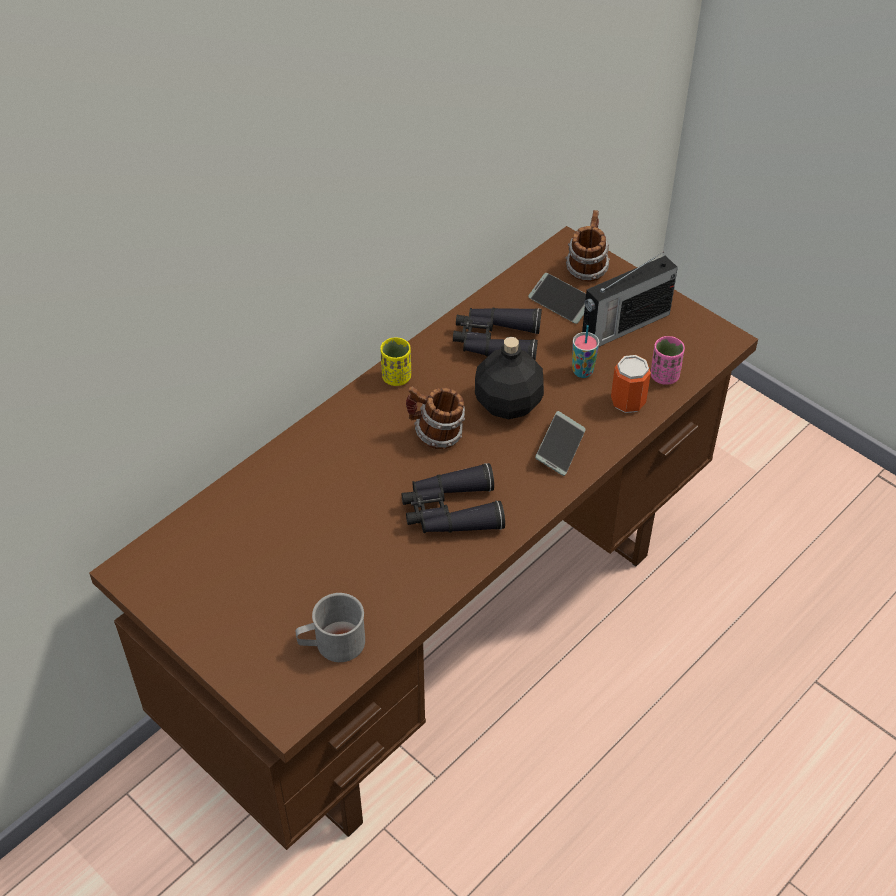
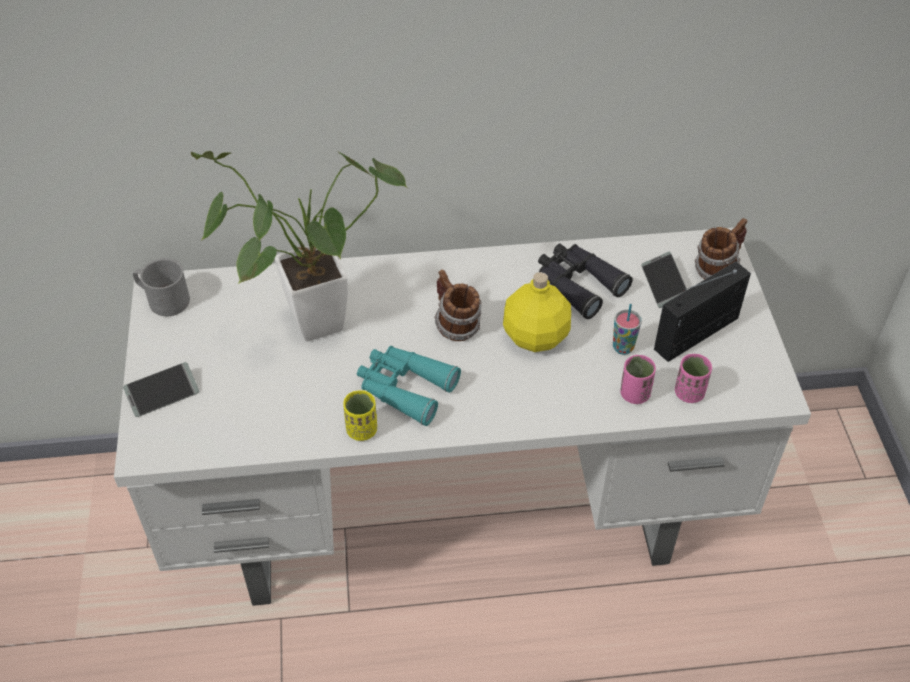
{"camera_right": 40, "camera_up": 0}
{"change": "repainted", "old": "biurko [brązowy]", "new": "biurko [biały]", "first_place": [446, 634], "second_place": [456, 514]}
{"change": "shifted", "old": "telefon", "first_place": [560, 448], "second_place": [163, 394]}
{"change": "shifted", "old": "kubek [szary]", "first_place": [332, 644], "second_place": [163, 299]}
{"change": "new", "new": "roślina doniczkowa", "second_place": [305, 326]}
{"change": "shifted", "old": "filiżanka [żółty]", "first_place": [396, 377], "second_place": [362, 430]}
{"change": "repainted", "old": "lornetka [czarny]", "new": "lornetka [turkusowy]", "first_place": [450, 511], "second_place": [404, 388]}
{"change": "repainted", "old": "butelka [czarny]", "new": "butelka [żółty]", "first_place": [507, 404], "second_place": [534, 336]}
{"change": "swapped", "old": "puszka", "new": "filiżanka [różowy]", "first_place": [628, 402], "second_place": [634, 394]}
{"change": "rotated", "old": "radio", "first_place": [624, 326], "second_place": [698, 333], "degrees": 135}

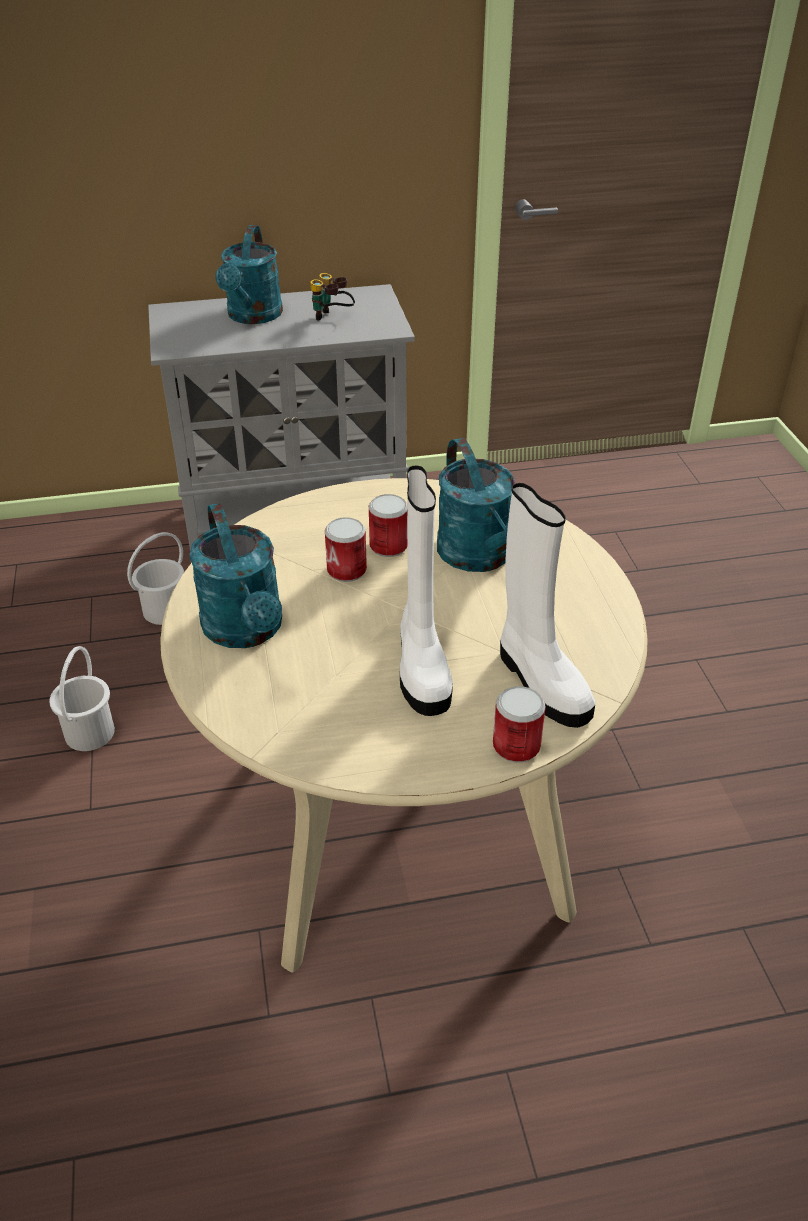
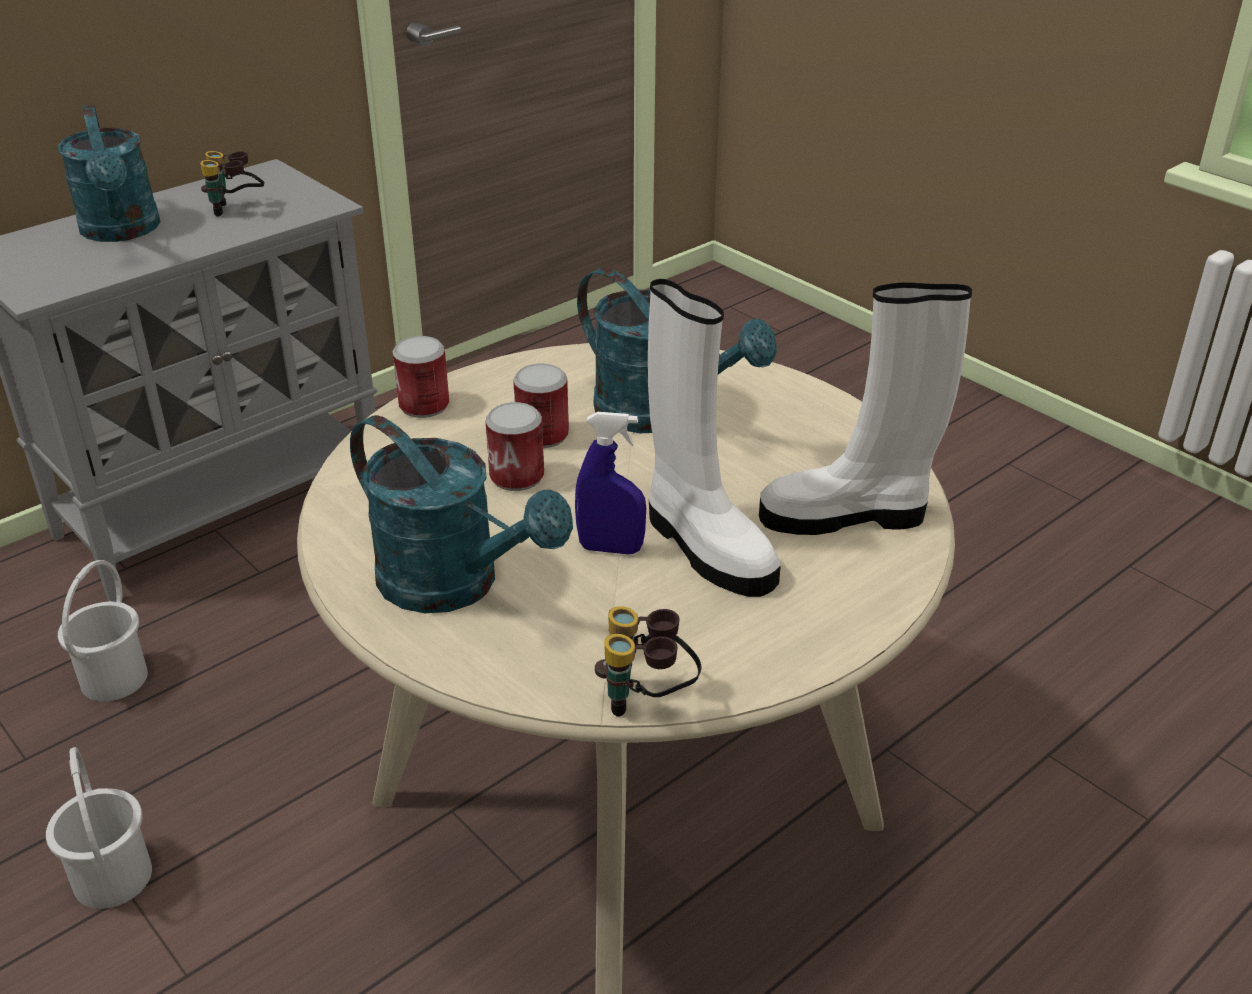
{"camera_right": -30, "camera_up": -5}
{"change": "shifted", "old": "puszka", "first_place": [516, 746], "second_place": [424, 405]}
{"change": "new", "new": "spryskiwacz [niebieski]", "second_place": [610, 548]}
{"change": "new", "new": "lornetka", "second_place": [647, 701]}
{"change": "rotated", "old": "but z cholewką [biały]", "first_place": [540, 681], "second_place": [847, 516], "degrees": 150}

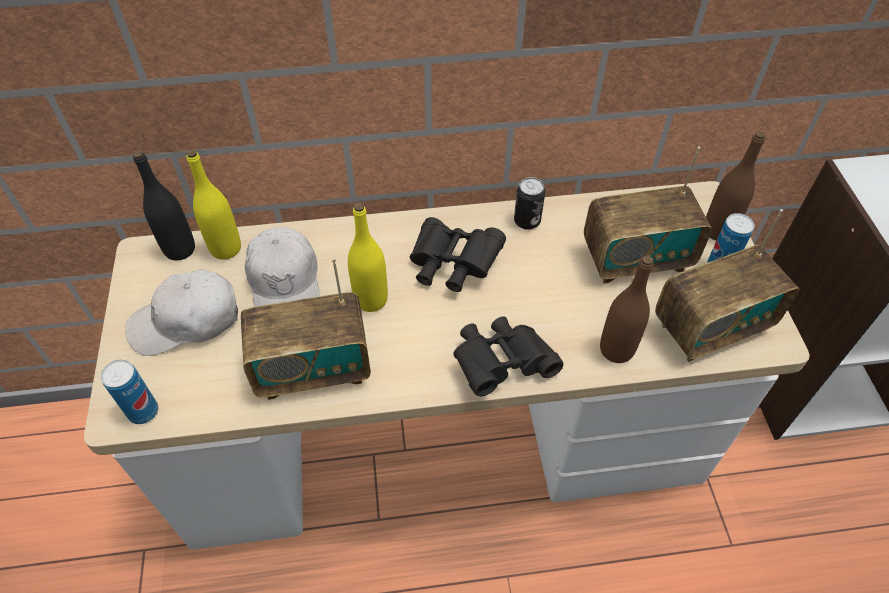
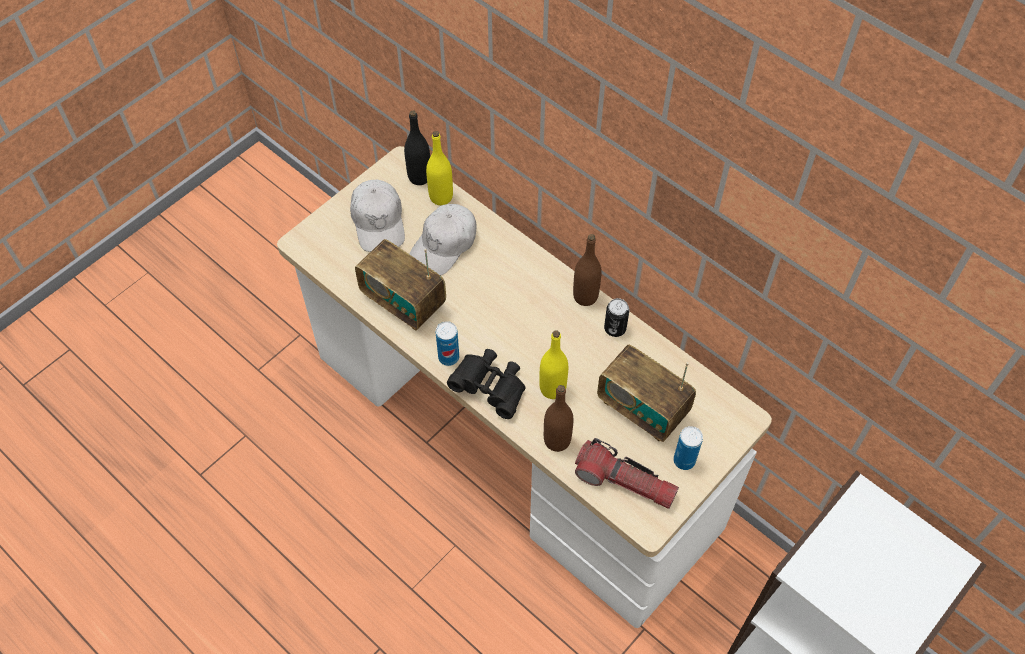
{"camera_right": 50, "camera_up": 5}
{"change": "rotated", "old": "czapka z daszkiem [biały]", "first_place": [187, 321], "second_place": [378, 222], "degrees": -135}
{"change": "shifted", "old": "puszka", "first_place": [143, 411], "second_place": [448, 357]}
{"change": "shifted", "old": "butelka [żółty]", "first_place": [371, 300], "second_place": [552, 388]}
{"change": "shifted", "old": "butelka [brązowy]", "first_place": [718, 231], "second_place": [585, 296]}
{"change": "swapped", "old": "radio", "new": "latarka", "first_place": [710, 327], "second_place": [625, 482]}
{"change": "gone", "old": "lornetka [czarny]", "first_place": [452, 266]}

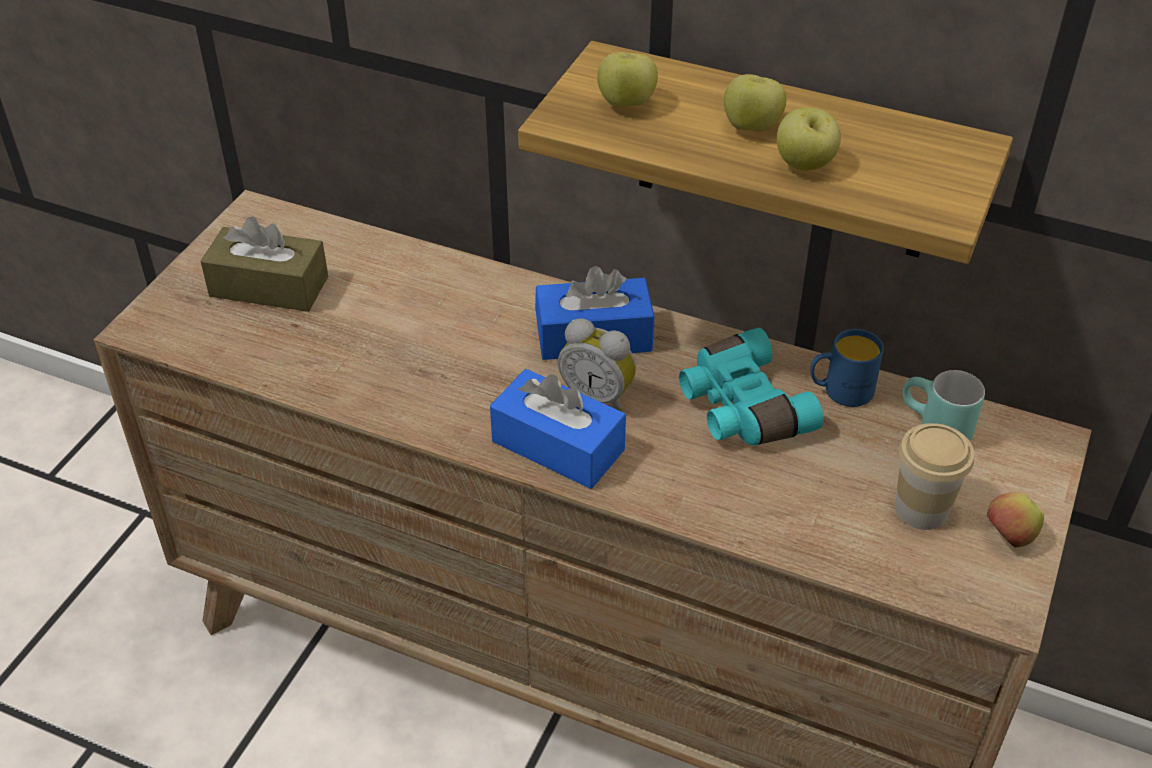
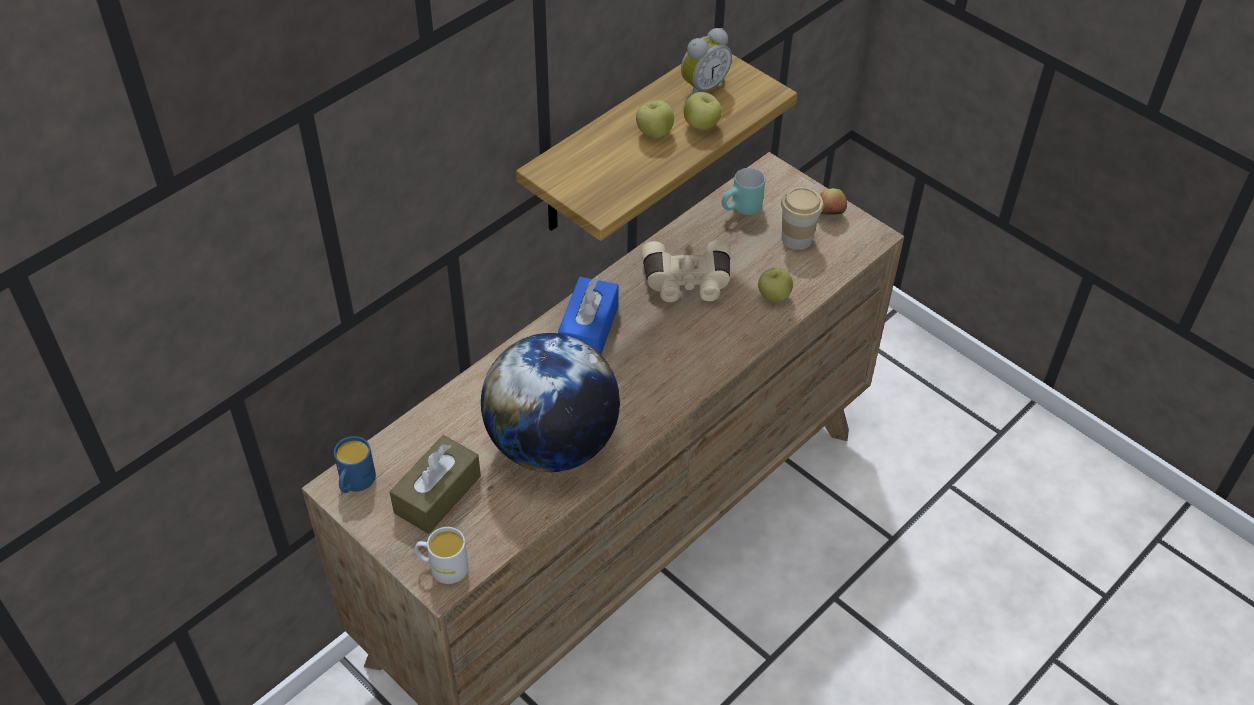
{"camera_right": -70, "camera_up": 5}
{"change": "shifted", "old": "kubek [niebieski]", "first_place": [840, 391], "second_place": [355, 483]}
{"change": "new", "new": "kubek [biały]", "second_place": [442, 567]}
{"change": "new", "new": "globus", "second_place": [552, 444]}
{"change": "repainted", "old": "lornetka [turkusowy]", "new": "lornetka [beżowy]", "first_place": [740, 408], "second_place": [686, 283]}
{"change": "shifted", "old": "budzik", "first_place": [598, 395], "second_place": [702, 87]}
{"change": "shifted", "old": "jabłko", "first_place": [626, 103], "second_place": [773, 296]}
{"change": "gone", "old": "pudełko chusteczek [niebieski]", "first_place": [558, 445]}

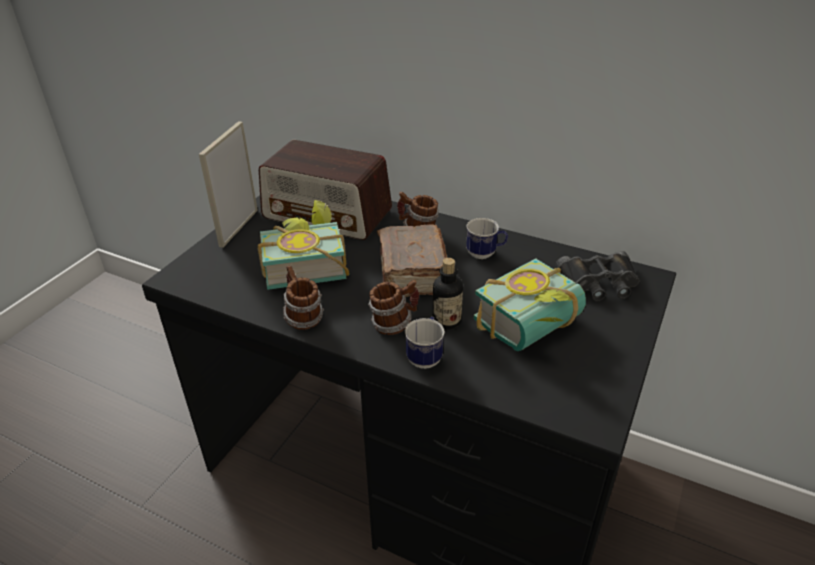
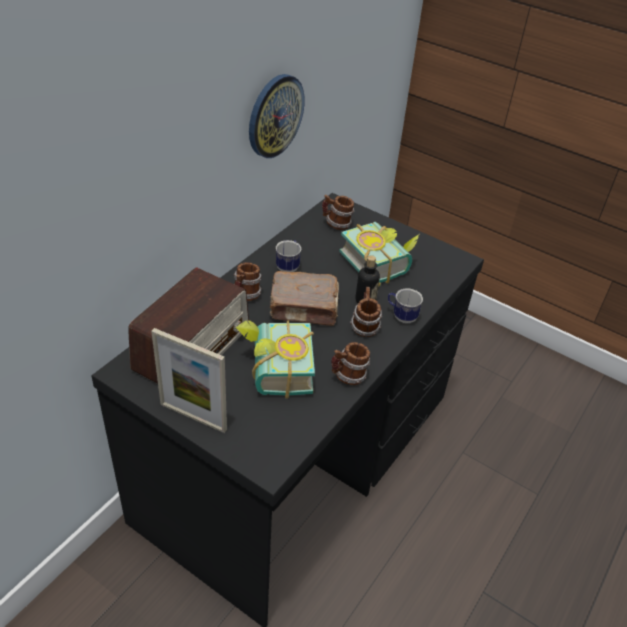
{"camera_right": -85, "camera_up": 5}
{"change": "new", "new": "zegar ścienny", "second_place": [275, 116]}
{"change": "swapped", "old": "lornetka [czarny]", "new": "kubek", "first_place": [599, 282], "second_place": [336, 224]}

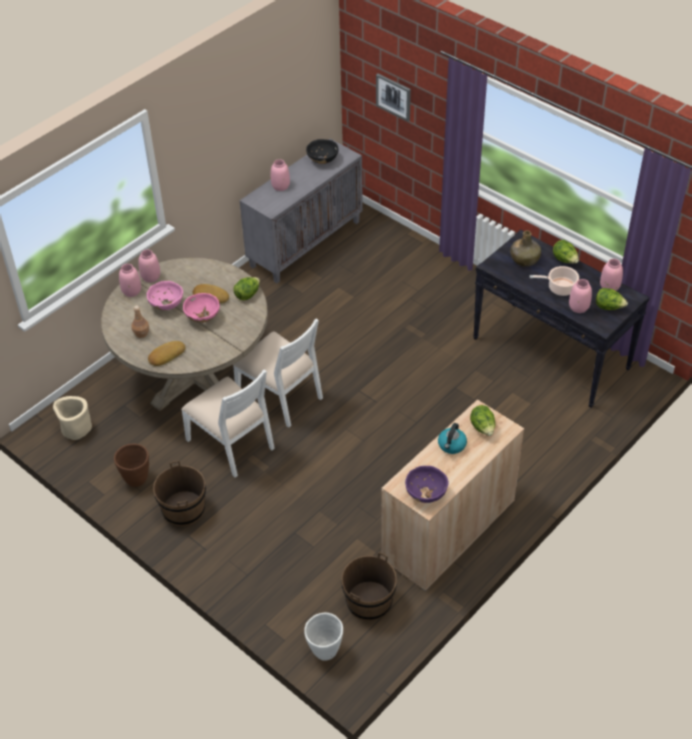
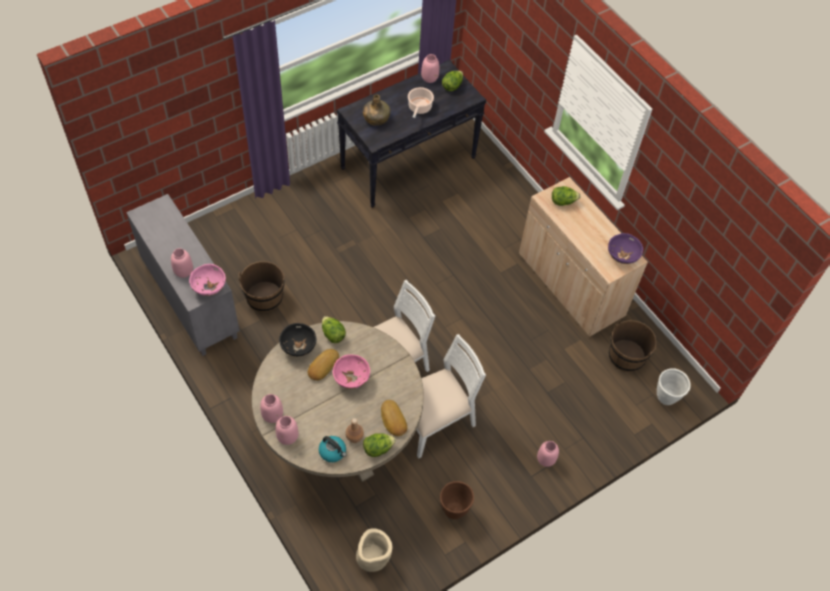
{"camera_right": -80, "camera_up": 10}
{"change": "shifted", "old": "miska [różowy]", "first_place": [166, 305], "second_place": [209, 288]}
{"change": "shifted", "old": "wiadro [brązowy]", "first_place": [183, 509], "second_place": [264, 297]}
{"change": "shifted", "old": "miska [czarny]", "first_place": [322, 161], "second_place": [298, 347]}
{"change": "shifted", "old": "czajnik", "first_place": [451, 445], "second_place": [333, 452]}
{"change": "shifted", "old": "sałata", "first_place": [565, 260], "second_place": [378, 448]}
{"change": "shifted", "old": "wazon [różowy]", "first_place": [578, 307], "second_place": [546, 459]}
{"change": "gone", "old": "obraz", "first_place": [394, 96]}

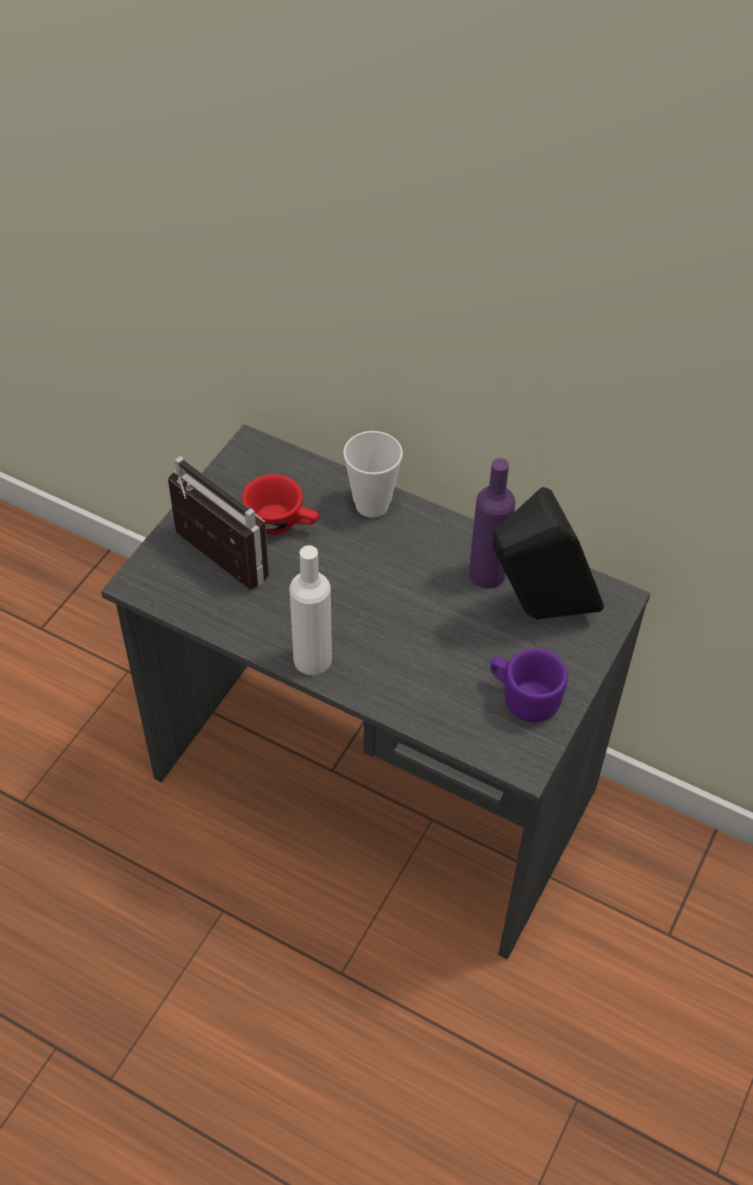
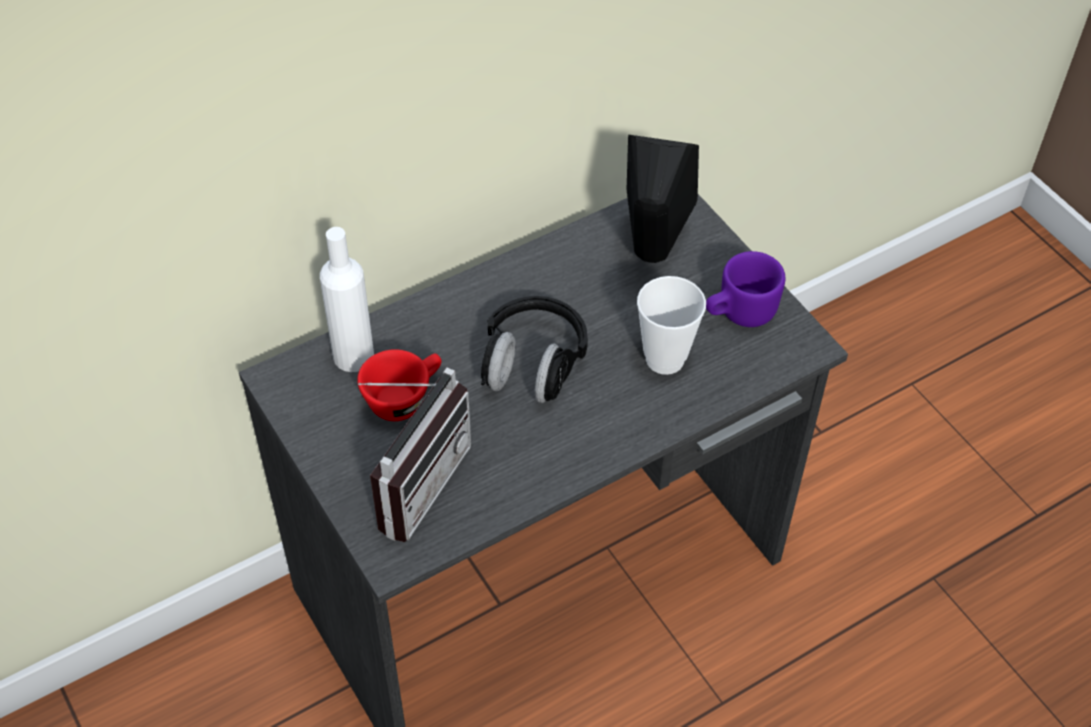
{"camera_right": -60, "camera_up": 0}
{"change": "shifted", "old": "butelka [biały]", "first_place": [312, 659], "second_place": [353, 355]}
{"change": "rotated", "old": "radio", "first_place": [210, 562], "second_place": [412, 481], "degrees": 135}
{"change": "new", "new": "słuchawki [czarny]", "second_place": [532, 364]}
{"change": "shifted", "old": "filiżanka", "first_place": [372, 505], "second_place": [665, 359]}
{"change": "gone", "old": "butelka [fioletowy]", "first_place": [487, 574]}

